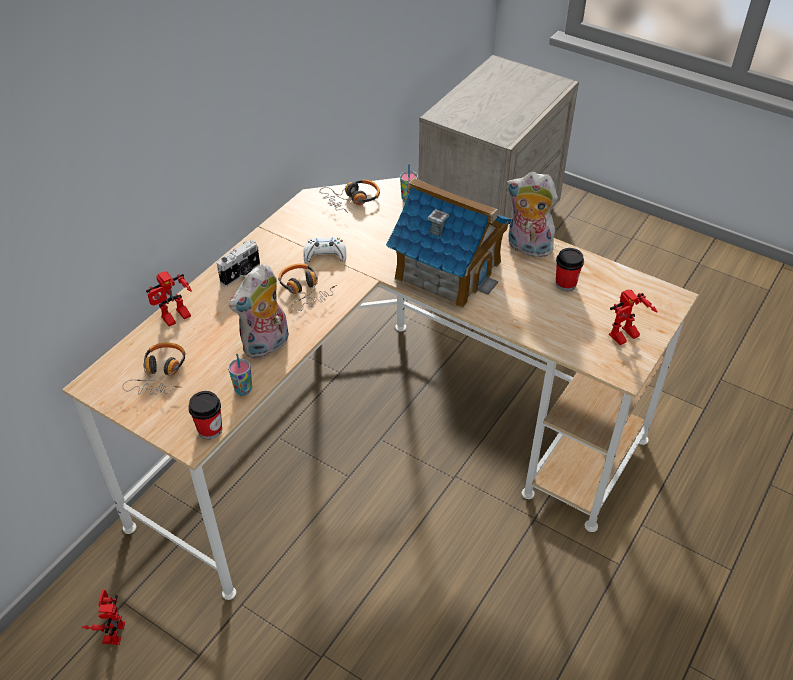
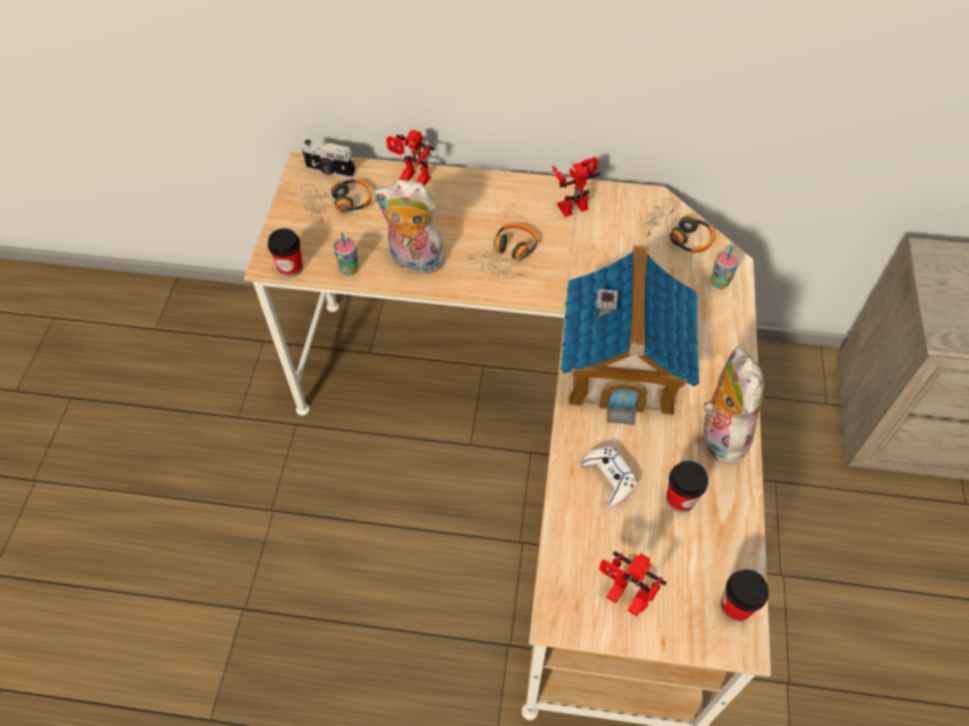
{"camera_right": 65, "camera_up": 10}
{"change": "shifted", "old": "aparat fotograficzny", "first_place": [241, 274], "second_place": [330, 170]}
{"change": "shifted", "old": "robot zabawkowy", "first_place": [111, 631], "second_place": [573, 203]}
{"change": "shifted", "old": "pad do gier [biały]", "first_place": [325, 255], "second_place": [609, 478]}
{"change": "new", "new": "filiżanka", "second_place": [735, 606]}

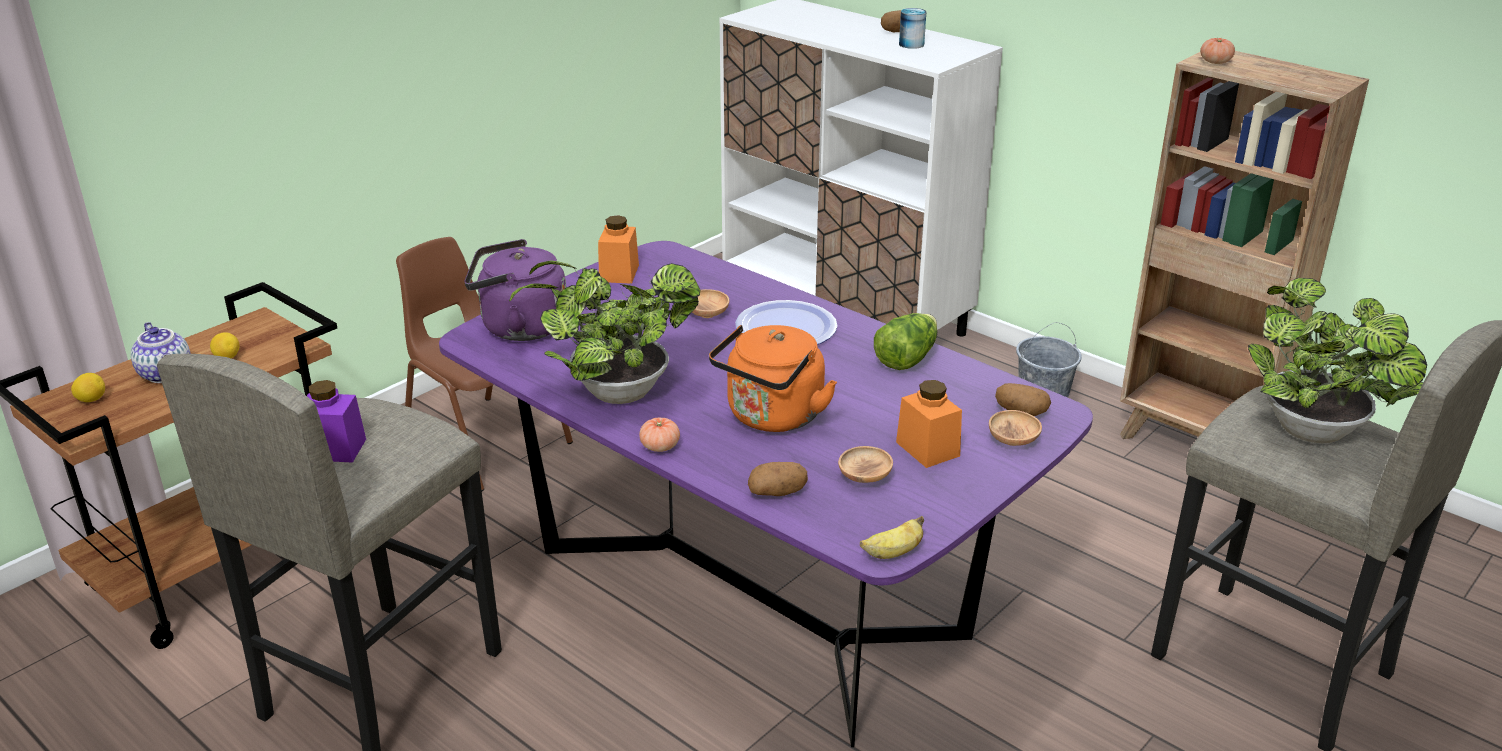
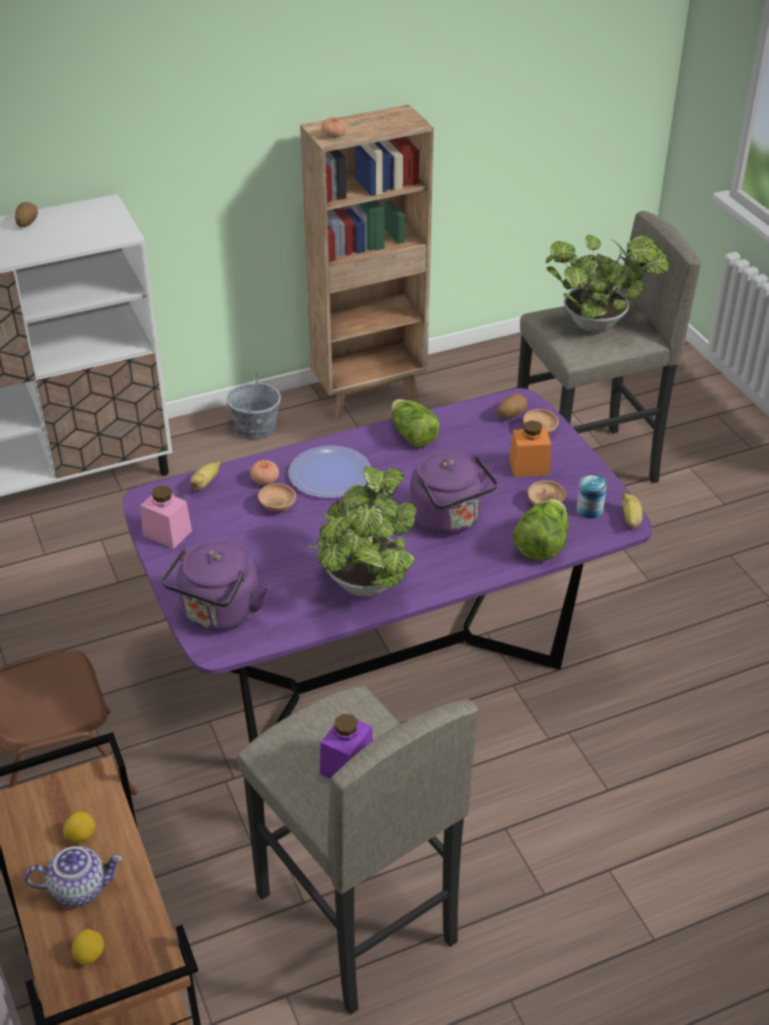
{"camera_right": -65, "camera_up": 10}
{"change": "repainted", "old": "słoik [pomarańczowy]", "new": "słoik [różowy]", "first_place": [619, 273], "second_place": [167, 533]}
{"change": "new", "new": "banan", "second_place": [205, 483]}
{"change": "shifted", "old": "pomidor", "first_place": [660, 446], "second_place": [265, 480]}
{"change": "repainted", "old": "czajnik [pomarańczowy]", "new": "czajnik [fioletowy]", "first_place": [772, 417], "second_place": [449, 519]}
{"change": "swapped", "old": "ziemniak", "new": "sałata", "first_place": [777, 492], "second_place": [541, 545]}
{"change": "shifted", "old": "puszka", "first_place": [911, 44], "second_place": [589, 510]}

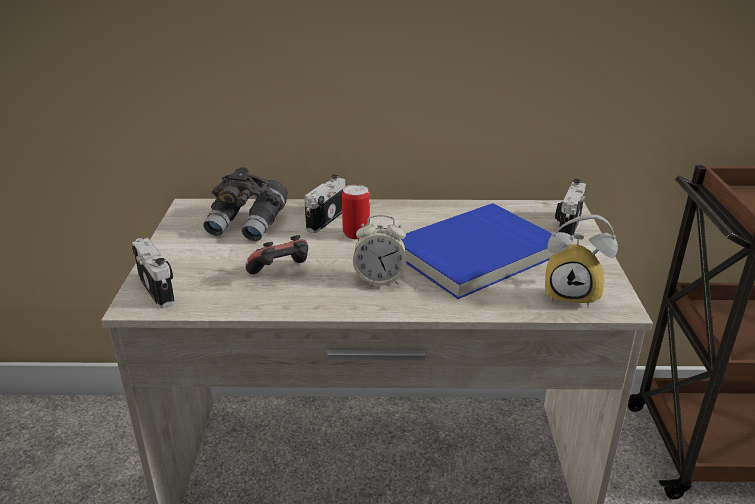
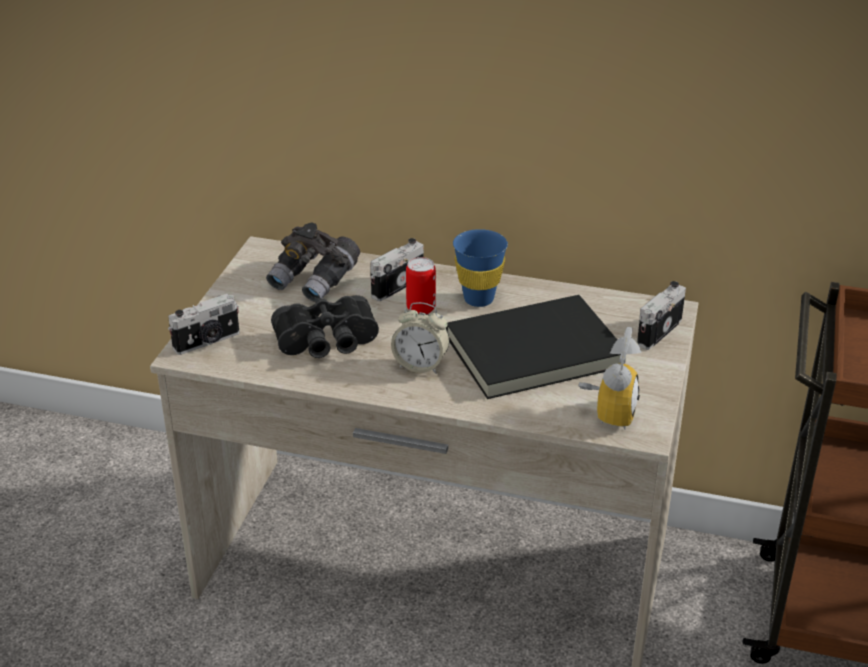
{"camera_right": 15, "camera_up": 5}
{"change": "rotated", "old": "aparat fotograficzny", "first_place": [159, 289], "second_place": [207, 342], "degrees": 75}
{"change": "swapped", "old": "pad do gier", "new": "lornetka [czarny]", "first_place": [281, 273], "second_place": [327, 343]}
{"change": "repainted", "old": "książka [niebieski]", "new": "książka [czarny]", "first_place": [477, 254], "second_place": [535, 353]}
{"change": "new", "new": "filiżanka [niebieski]", "second_place": [478, 299]}
{"change": "rotated", "old": "budzik", "first_place": [573, 294], "second_place": [607, 413], "degrees": -105}

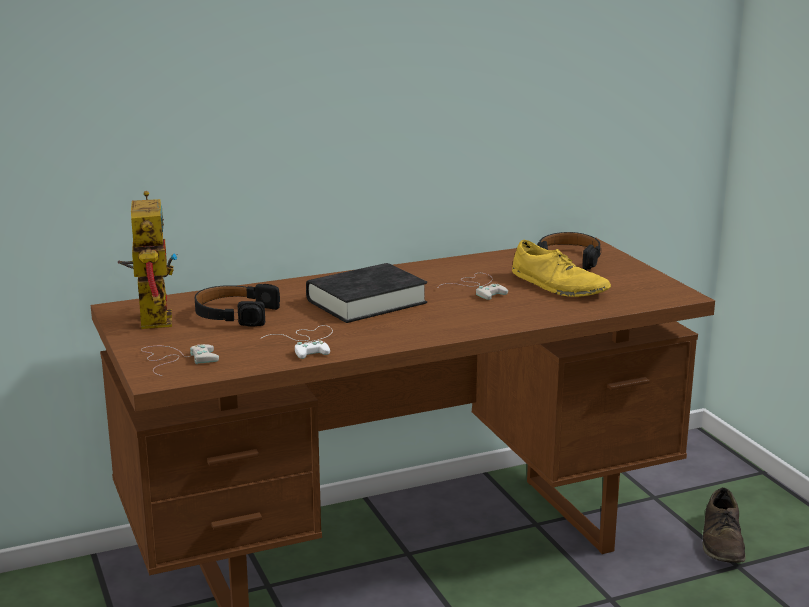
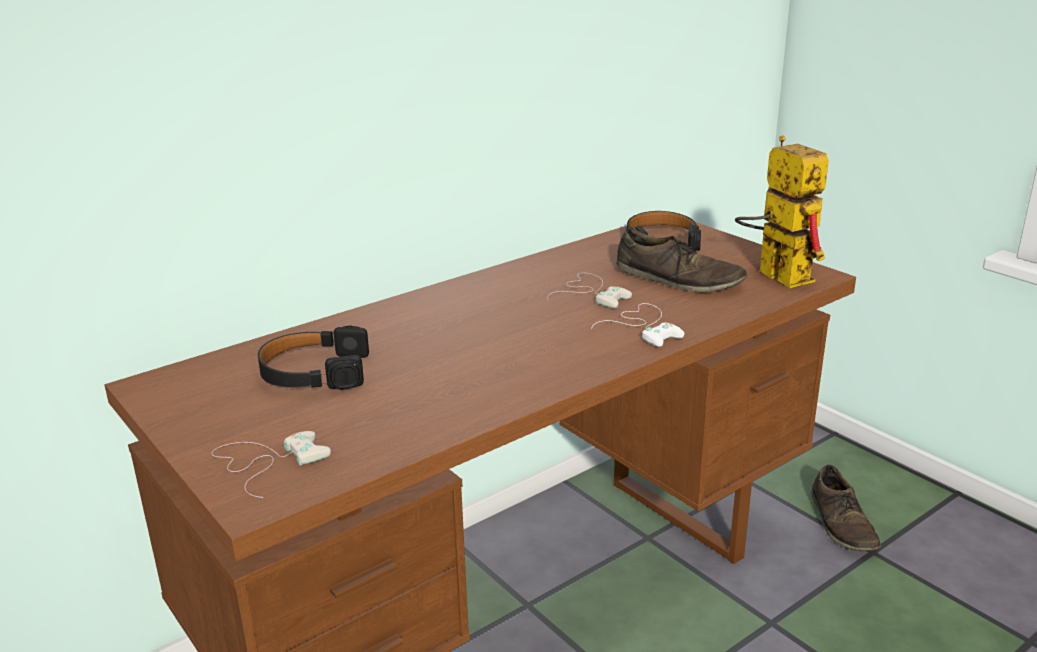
{"camera_right": -15, "camera_up": 5}
{"change": "shifted", "old": "pad do gier [biały]", "first_place": [308, 343], "second_place": [644, 326]}
{"change": "repainted", "old": "but [żółty]", "new": "but [brązowy]", "first_place": [559, 286], "second_place": [678, 279]}
{"change": "shifted", "old": "robot zabawkowy", "first_place": [151, 316], "second_place": [774, 274]}
{"change": "gone", "old": "książka [czarny]", "first_place": [366, 302]}

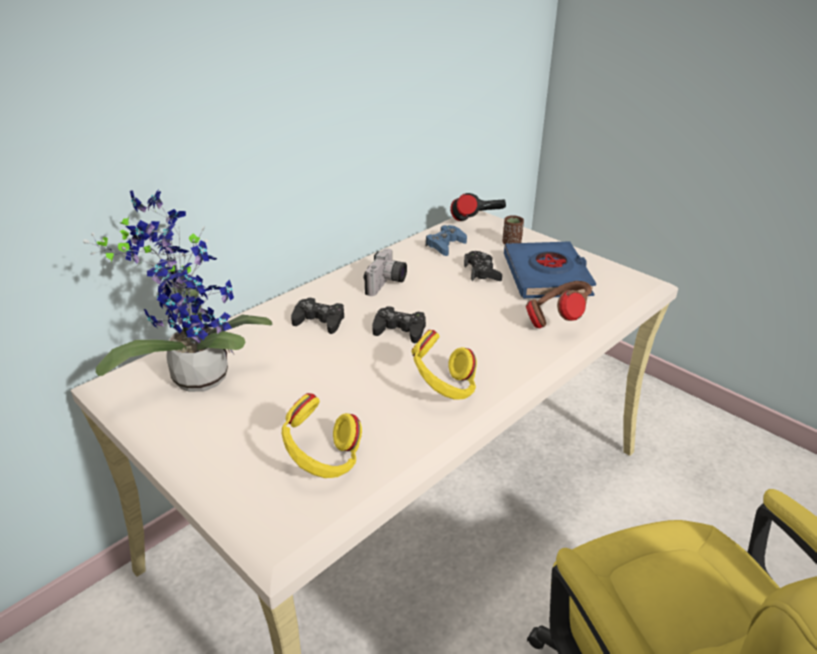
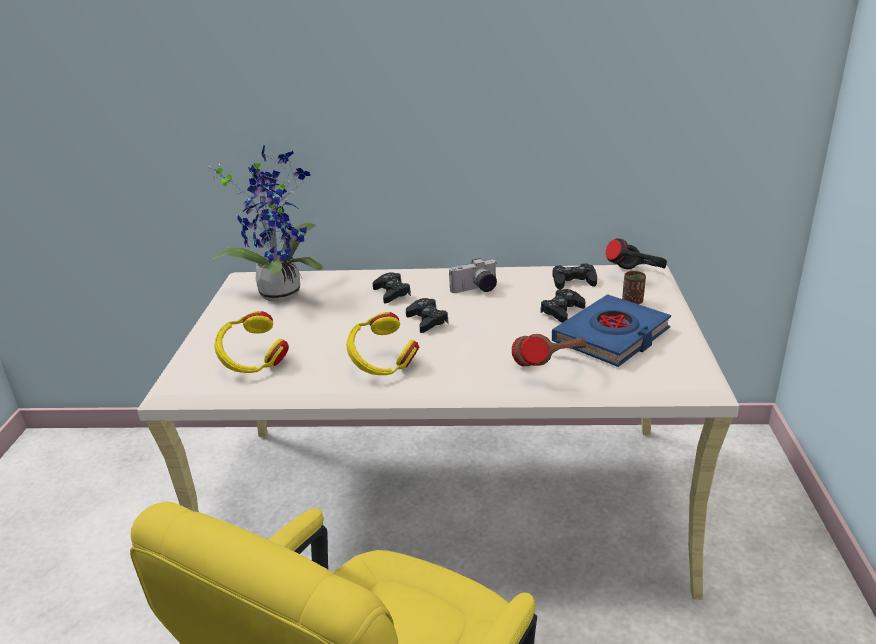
{"camera_right": 50, "camera_up": -5}
{"change": "repainted", "old": "pad do gier [niebieski]", "new": "pad do gier [czarny]", "first_place": [445, 245], "second_place": [573, 281]}

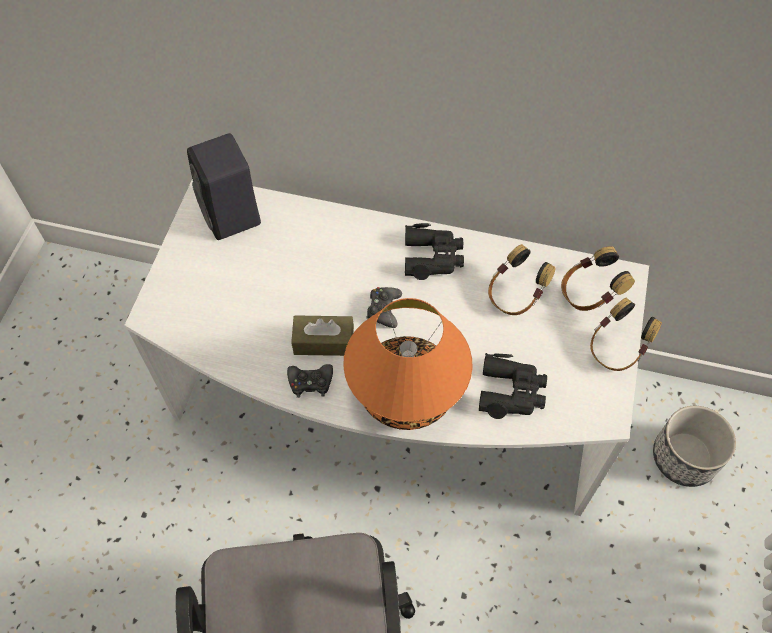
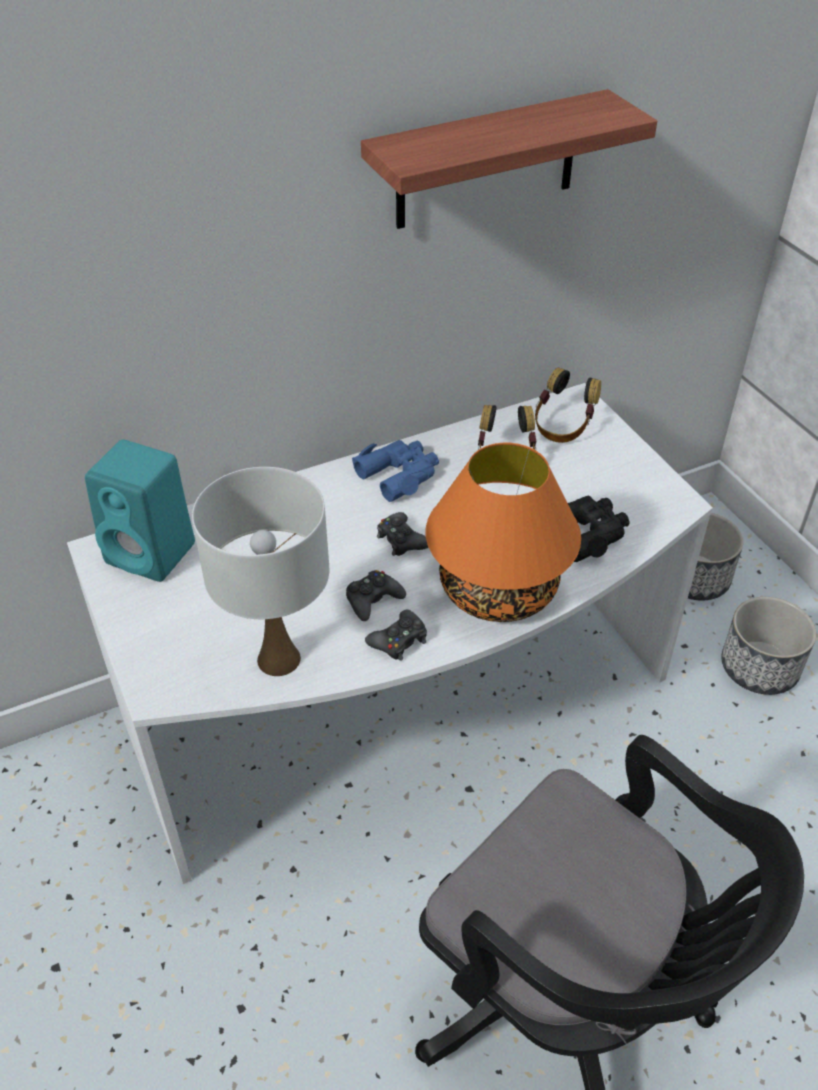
{"camera_right": -40, "camera_up": -15}
{"change": "repainted", "old": "głośnik [czarny]", "new": "głośnik [turkusowy]", "first_place": [232, 216], "second_place": [153, 554]}
{"change": "new", "new": "lampa stołowa [biały]", "second_place": [279, 660]}
{"change": "swapped", "old": "pudełko chusteczek [brązowy]", "new": "pad do gier [czarny]", "first_place": [323, 341], "second_place": [373, 600]}
{"change": "repainted", "old": "lornetka [czarny]", "new": "lornetka [niebieski]", "first_place": [432, 256], "second_place": [399, 474]}
{"change": "new", "new": "półka", "second_place": [486, 161]}
{"change": "new", "new": "donica", "second_place": [758, 667]}
{"change": "gone", "old": "słuchawki", "first_place": [616, 349]}

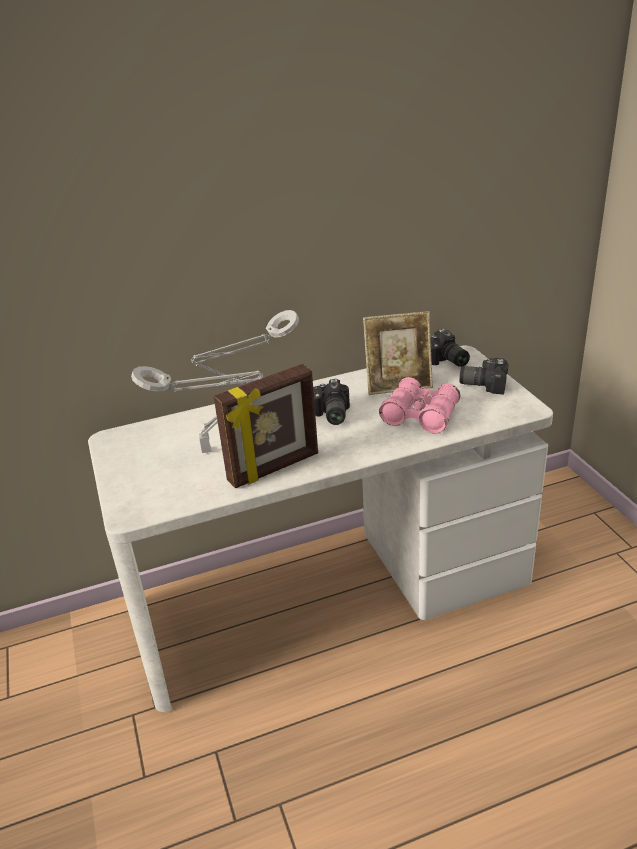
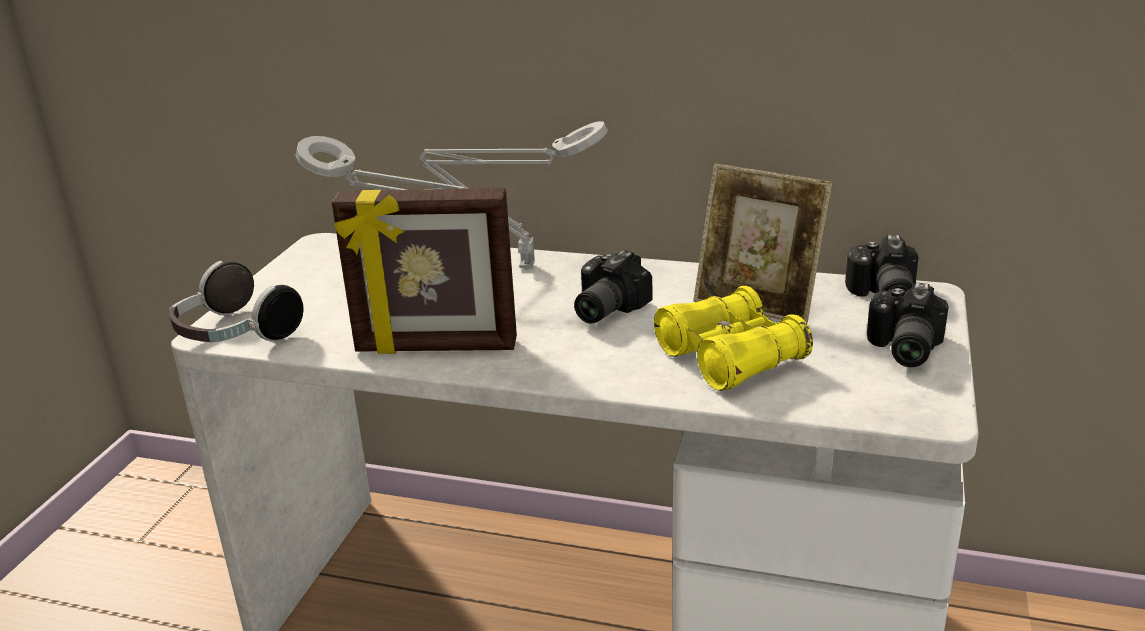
{"camera_right": 35, "camera_up": -5}
{"change": "new", "new": "słuchawki", "second_place": [234, 336]}
{"change": "repainted", "old": "lornetka [różowy]", "new": "lornetka [żółty]", "first_place": [420, 416], "second_place": [730, 357]}
{"change": "rotated", "old": "aparat fotograficzny", "first_place": [483, 384], "second_place": [901, 349], "degrees": -120}

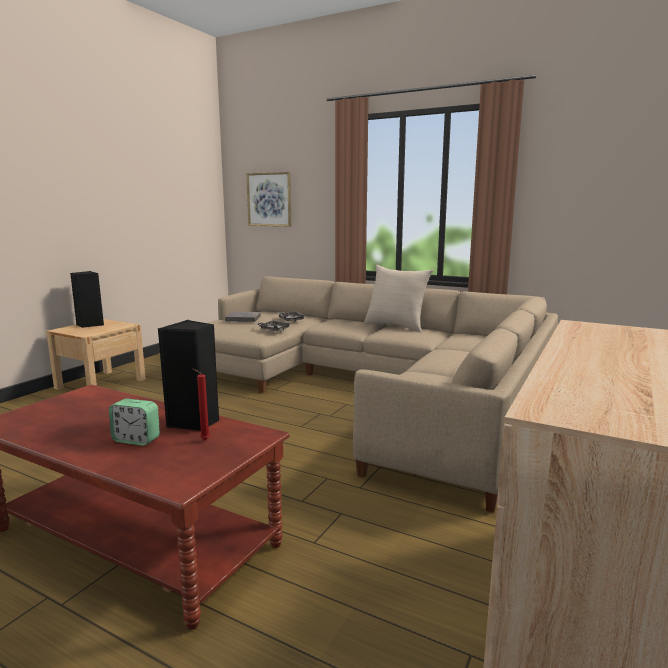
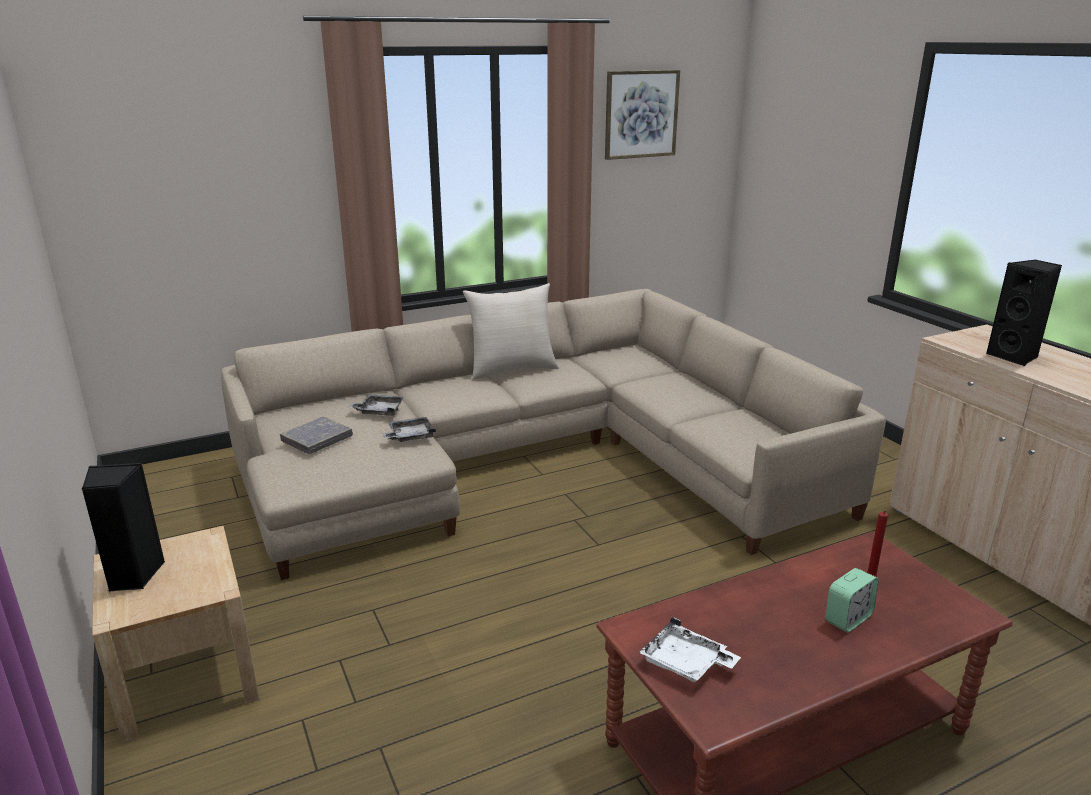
{"camera_right": -55, "camera_up": 10}
{"change": "shifted", "old": "obraz", "first_place": [269, 199], "second_place": [641, 114]}
{"change": "new", "new": "taca [biały]", "second_place": [686, 663]}
{"change": "shifted", "old": "głośnik [czarny]", "first_place": [194, 422], "second_place": [1015, 357]}

